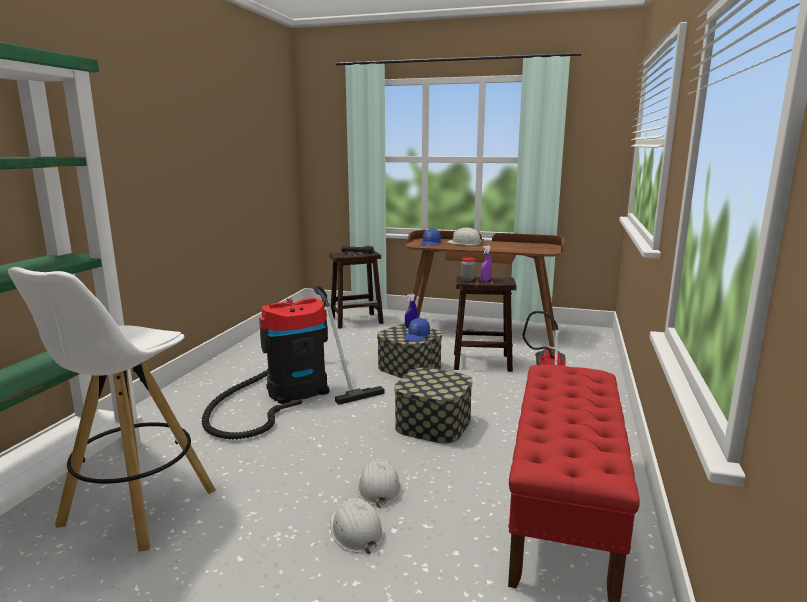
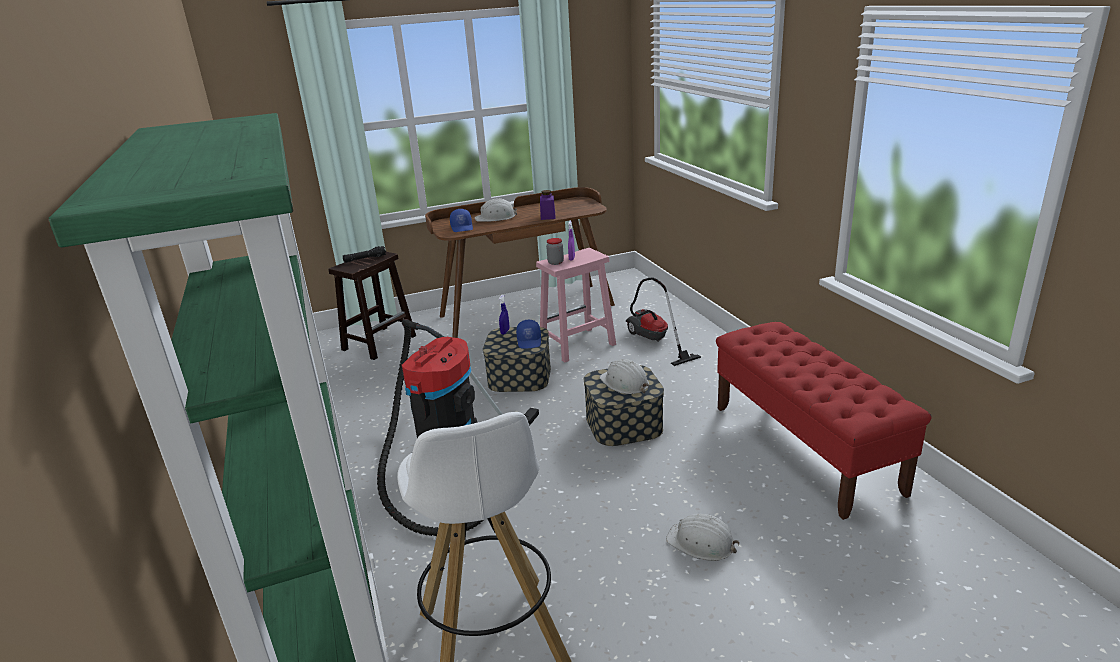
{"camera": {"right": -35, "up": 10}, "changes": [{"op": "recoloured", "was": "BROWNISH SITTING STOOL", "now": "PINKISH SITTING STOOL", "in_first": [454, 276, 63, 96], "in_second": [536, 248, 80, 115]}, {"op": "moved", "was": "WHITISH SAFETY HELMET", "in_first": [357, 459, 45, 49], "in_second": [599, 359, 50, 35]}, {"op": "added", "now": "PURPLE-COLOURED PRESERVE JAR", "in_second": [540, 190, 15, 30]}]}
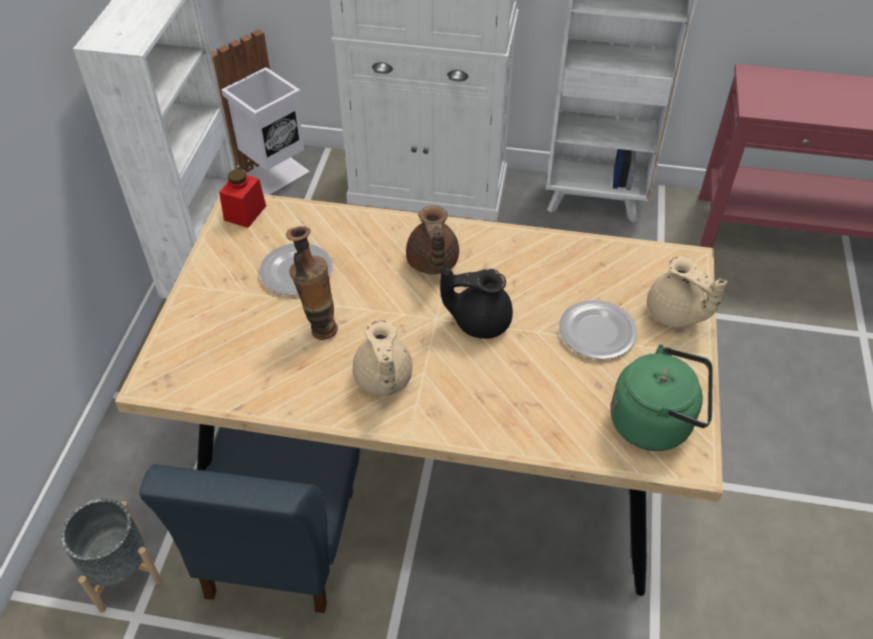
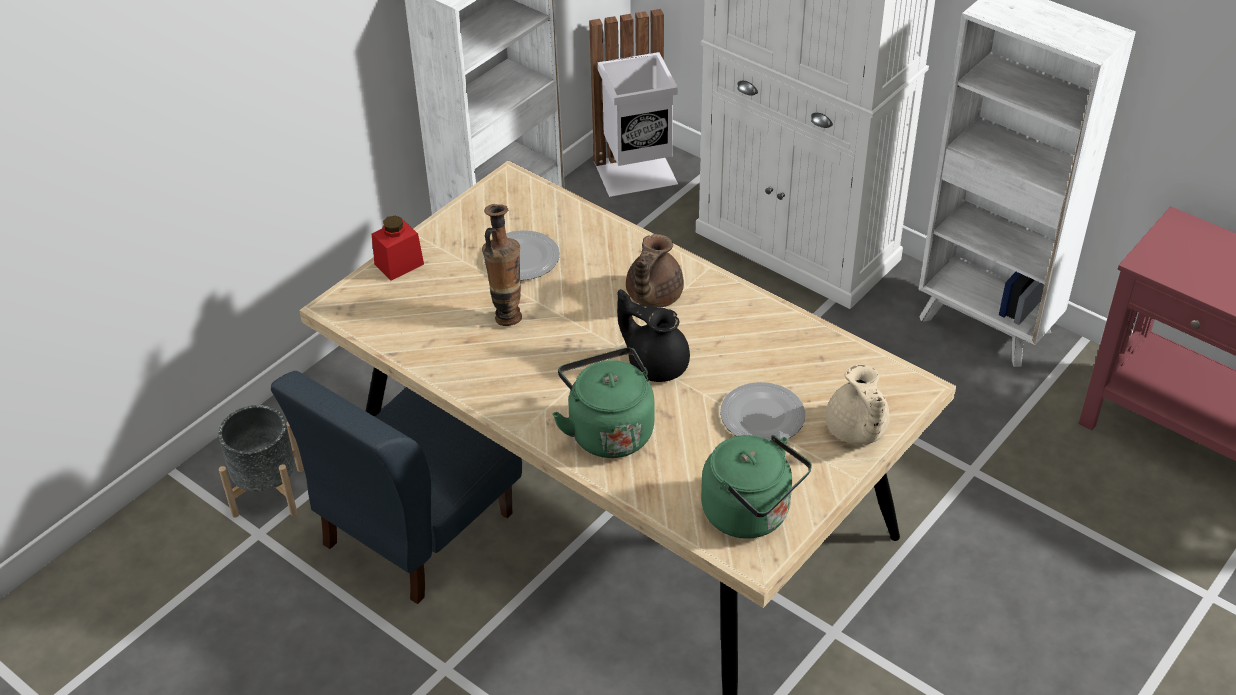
{"camera": {"right": 30, "up": -5}, "changes": [{"op": "moved", "was": "RED PRESERVE JAR", "in_first": [219, 169, 47, 59], "in_second": [372, 216, 52, 64]}, {"op": "removed", "was": "BEIGE TEAPOT", "in_first": [353, 320, 59, 76]}, {"op": "added", "now": "GREEN-COLOURED TEA KETTLE", "in_second": [552, 347, 102, 111]}]}
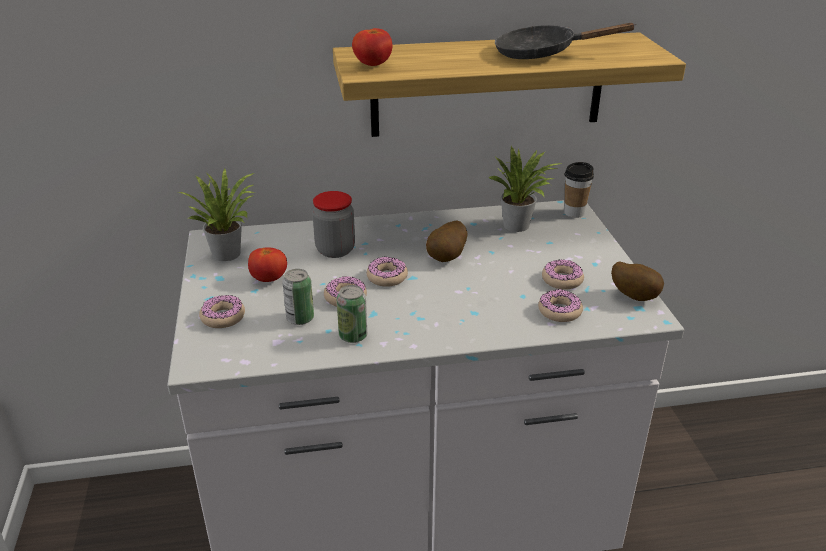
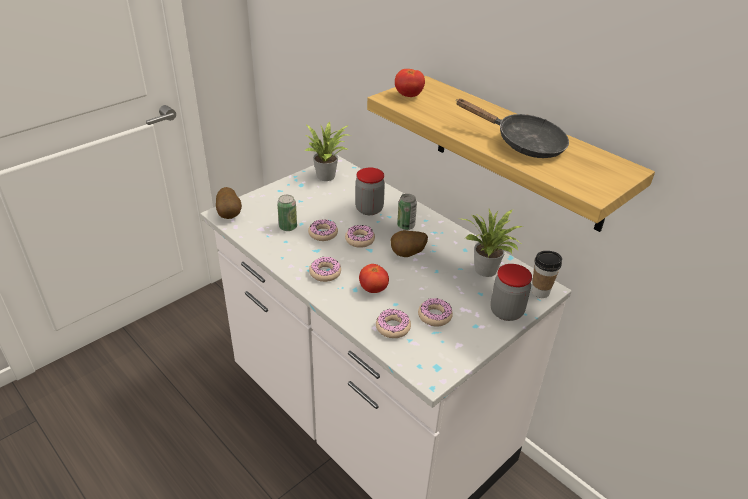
{"camera": {"right": 55, "up": 5}, "changes": [{"op": "turned", "was": "BLACK-COLOURED SKILLET", "in_first": [495, 23, 142, 36], "in_second": [456, 99, 113, 59], "clockwise": 150}, {"op": "moved", "was": "FRESH TOMATO", "in_first": [248, 248, 39, 34], "in_second": [359, 264, 30, 29]}, {"op": "moved", "was": "POTATO", "in_first": [611, 261, 53, 40], "in_second": [216, 187, 26, 32]}, {"op": "moved", "was": "SEALED CAN", "in_first": [337, 285, 30, 58], "in_second": [397, 194, 20, 36]}, {"op": "moved", "was": "DONUT", "in_first": [199, 295, 46, 33], "in_second": [309, 257, 32, 25]}, {"op": "added", "now": "PRESERVE JAR", "in_second": [490, 264, 42, 57]}]}
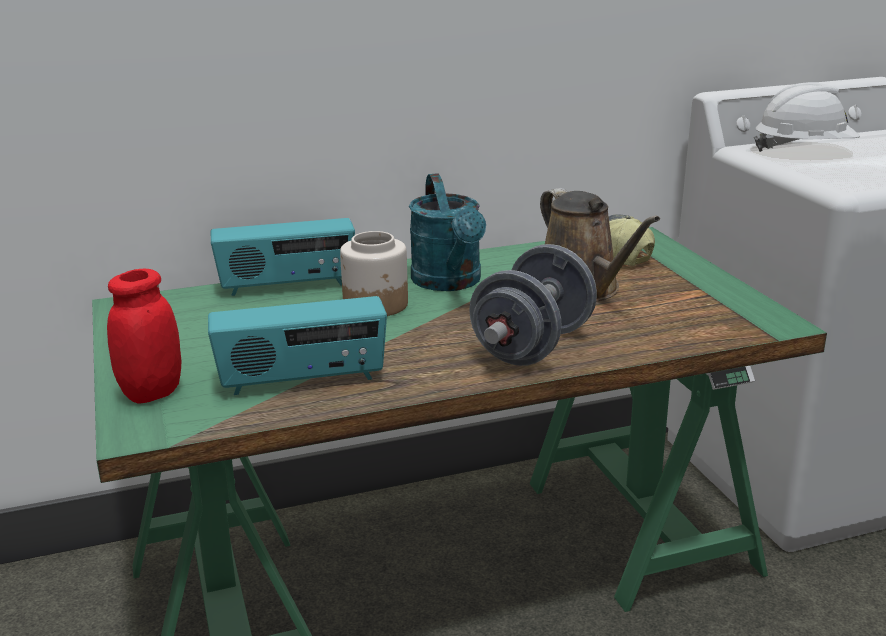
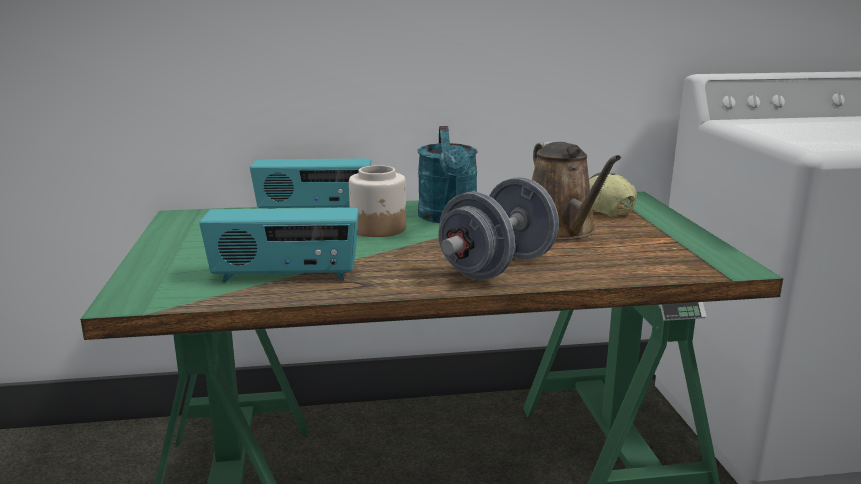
{"camera": {"right": 10, "up": -5}, "changes": [{"op": "removed", "was": "WHITISH SAFETY HELMET", "in_first": [754, 82, 106, 70]}, {"op": "removed", "was": "RED PRESERVE JAR", "in_first": [107, 269, 74, 135]}]}
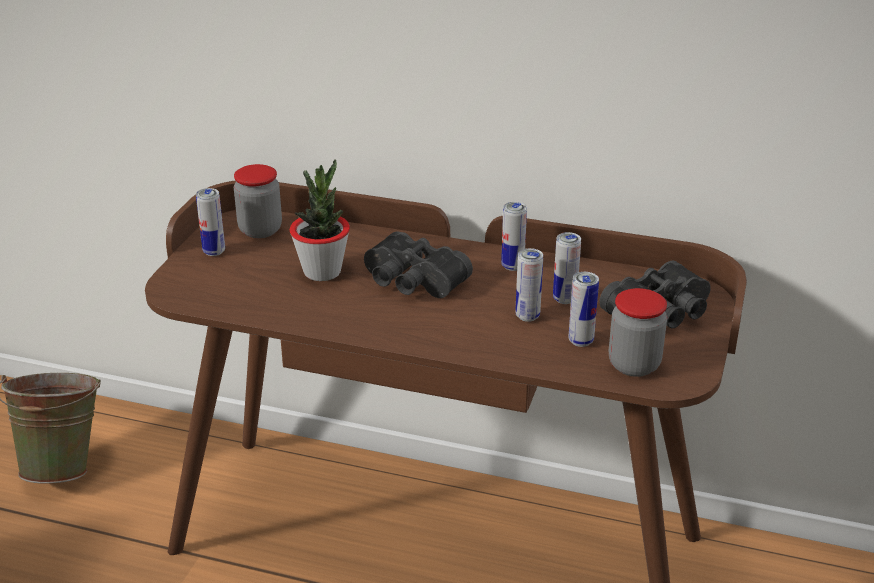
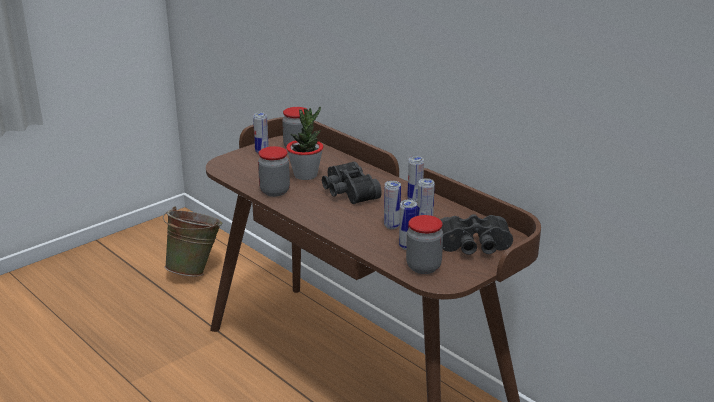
{"camera": {"right": 30, "up": -5}, "changes": [{"op": "added", "now": "PRESERVE JAR", "in_second": [258, 146, 32, 51]}]}
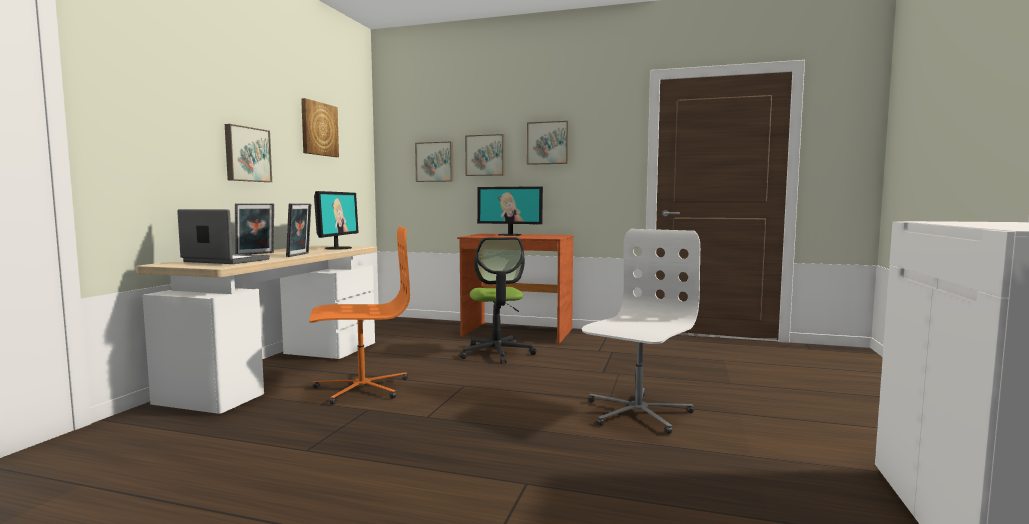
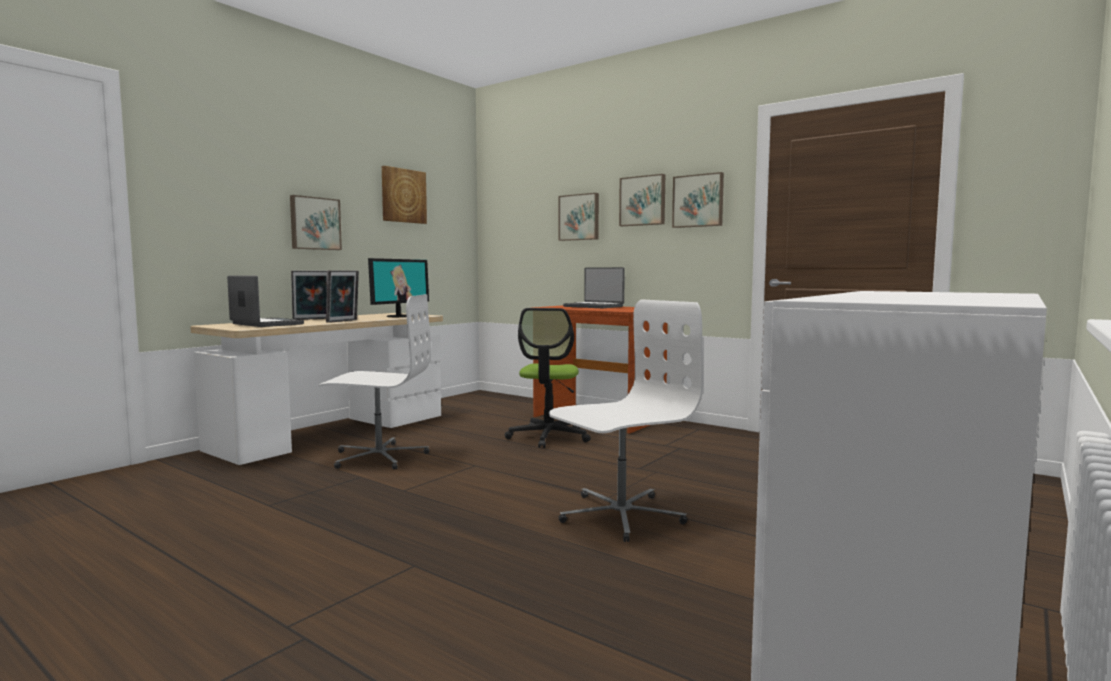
{"camera": {"right": 20, "up": 0}, "changes": [{"op": "moved", "was": "WALL ART", "in_first": [415, 142, 38, 40], "in_second": [672, 172, 52, 56]}, {"op": "replaced", "was": "MONITOR", "now": "NOTEBOOK COMPUTER", "in_first": [477, 186, 66, 50], "in_second": [563, 267, 62, 41]}, {"op": "recoloured", "was": "ORANGE-COLOURED DESK CHAIR", "now": "WHITISH DESK CHAIR", "in_first": [309, 226, 101, 179], "in_second": [319, 294, 112, 176]}]}
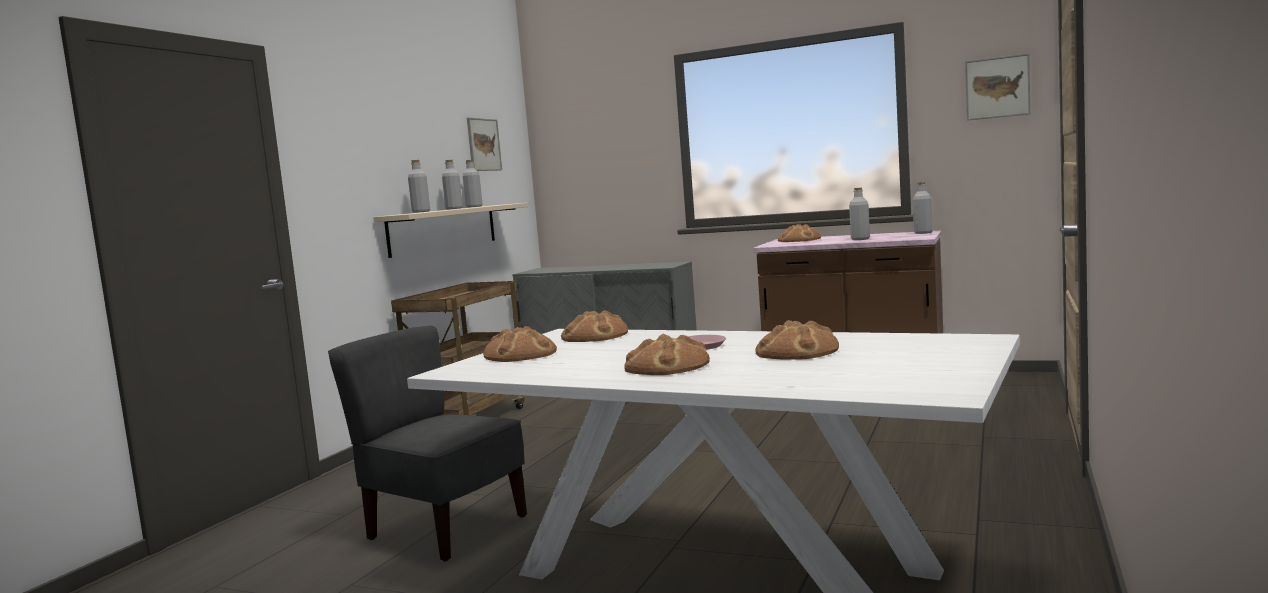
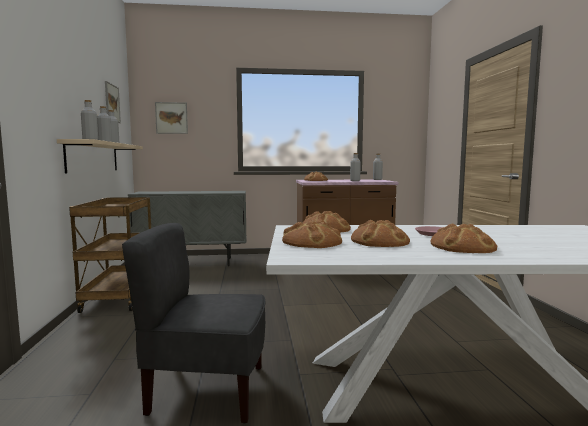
{"camera": {"right": -30, "up": 0}, "changes": [{"op": "moved", "was": "WALL ART", "in_first": [965, 53, 66, 68], "in_second": [155, 102, 33, 32]}, {"op": "moved", "was": "BAKED BREAD", "in_first": [755, 320, 84, 40], "in_second": [351, 220, 59, 27]}]}
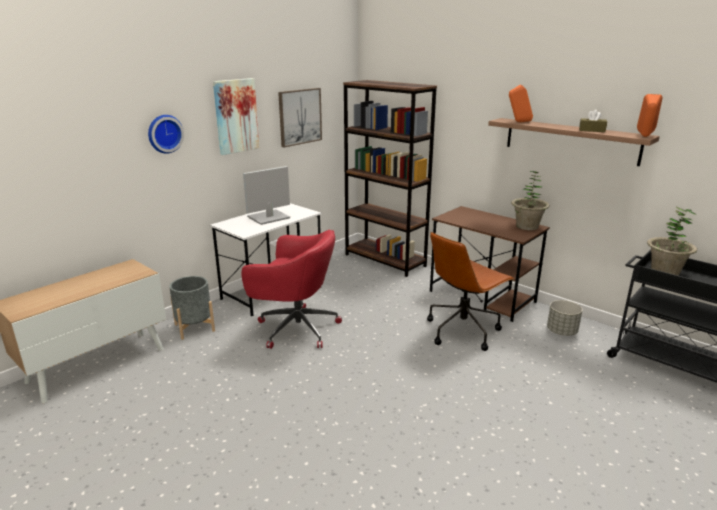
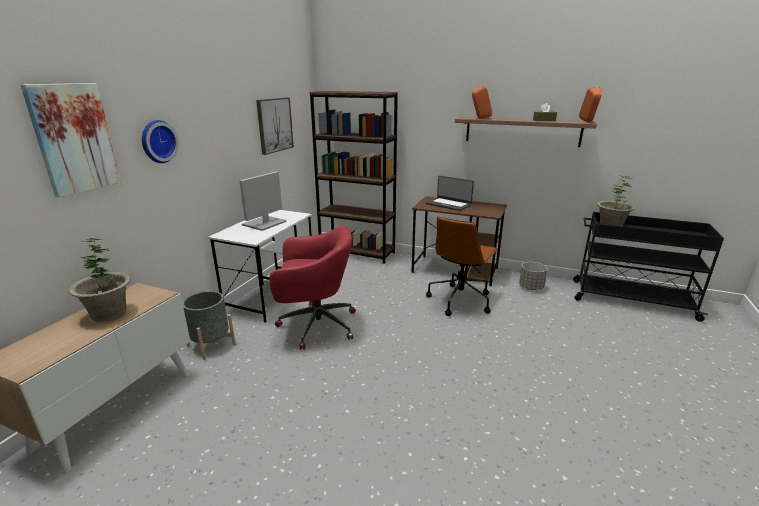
{"camera": {"right": -20, "up": 0}, "changes": [{"op": "moved", "was": "WALL ART", "in_first": [213, 78, 46, 77], "in_second": [20, 83, 101, 115]}, {"op": "moved", "was": "PLANT IN A POT", "in_first": [511, 171, 39, 59], "in_second": [69, 238, 62, 84]}, {"op": "added", "now": "NOTEBOOK COMPUTER", "in_second": [425, 176, 49, 35]}]}
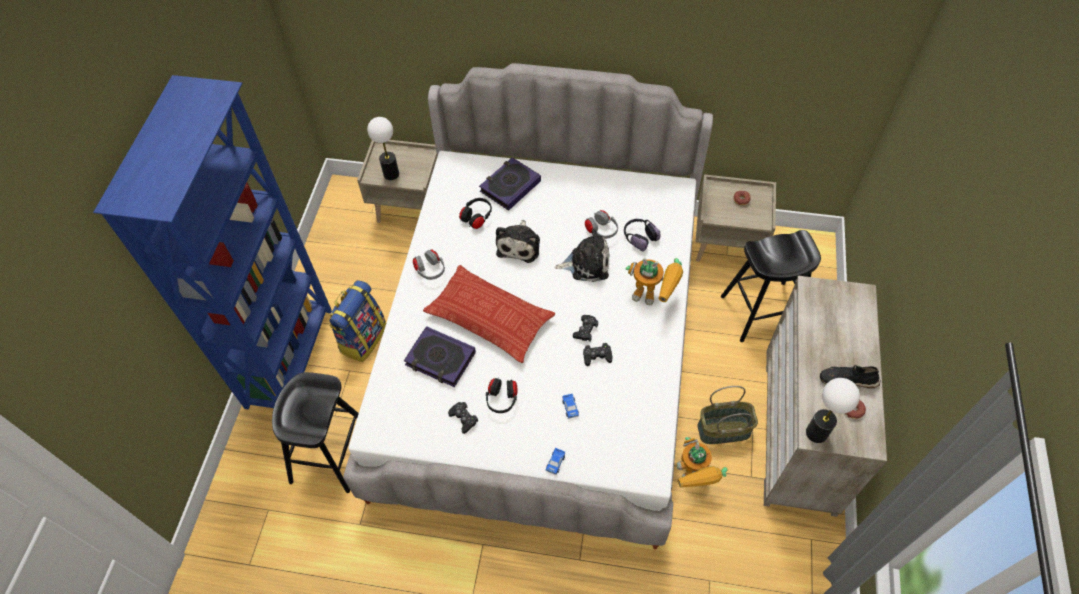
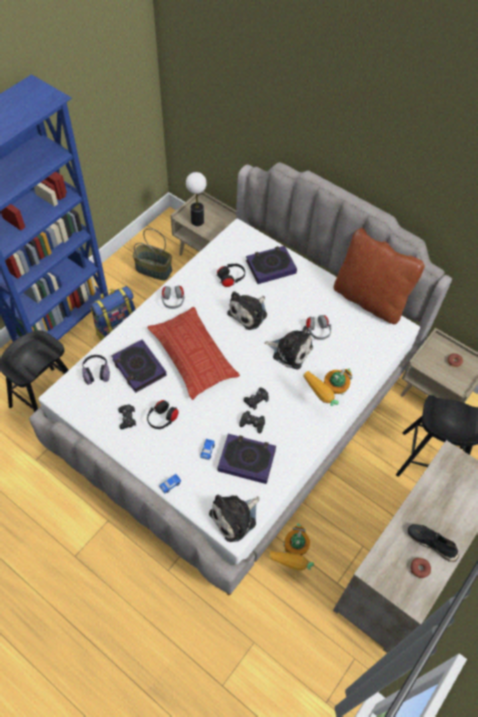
{"camera": {"right": 25, "up": 0}, "changes": [{"op": "moved", "was": "HEADSET", "in_first": [624, 219, 37, 33], "in_second": [82, 355, 28, 30]}, {"op": "turned", "was": "MODEL ROBOT", "in_first": [625, 258, 58, 47], "in_second": [303, 369, 50, 37], "clockwise": 90}, {"op": "removed", "was": "TABLE LAMP", "in_first": [806, 378, 54, 65]}, {"op": "moved", "was": "BASKET", "in_first": [698, 386, 60, 58], "in_second": [132, 228, 40, 52]}, {"op": "added", "now": "BROWNISH PILLOW", "in_second": [334, 228, 91, 96]}, {"op": "added", "now": "VOLUME", "in_second": [218, 434, 58, 50]}, {"op": "added", "now": "PLUSH TOY", "in_second": [209, 495, 50, 47]}]}
